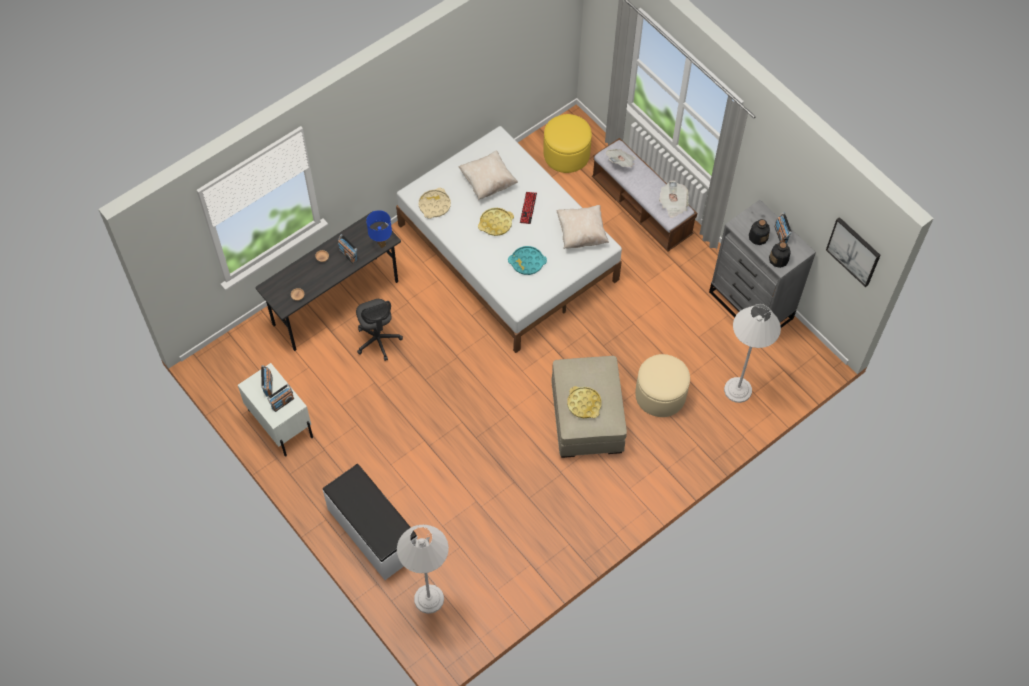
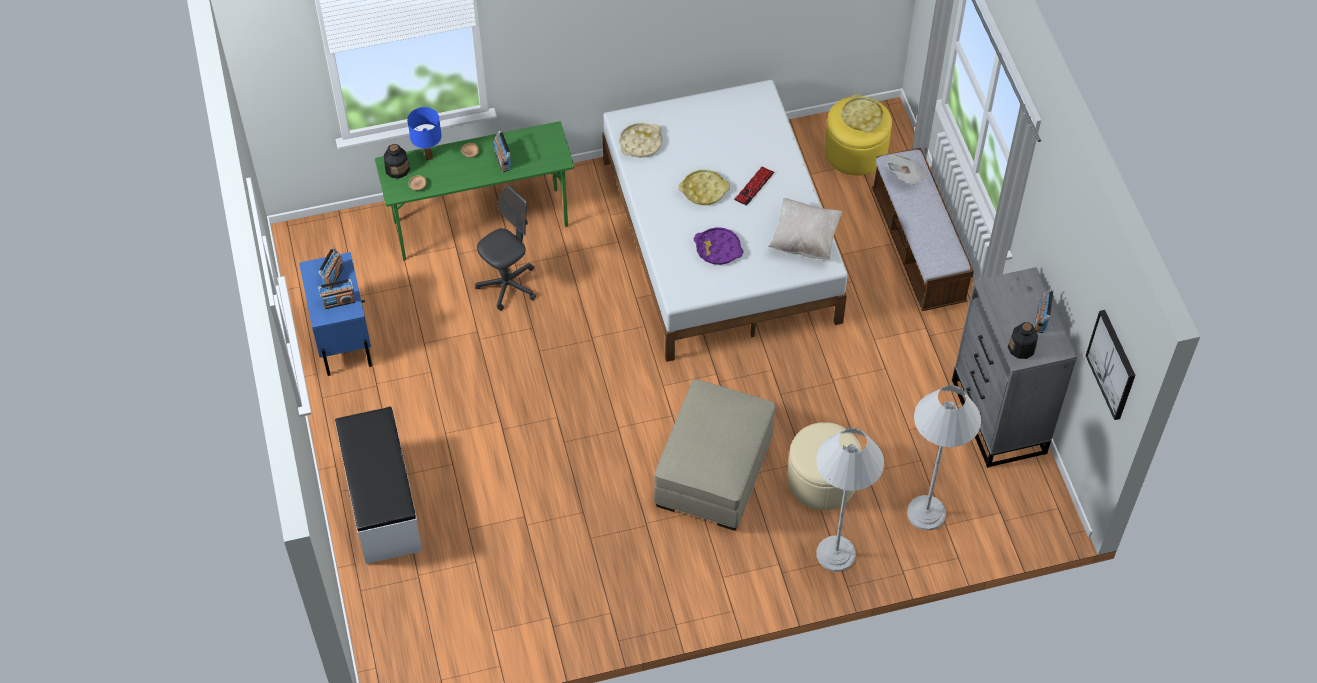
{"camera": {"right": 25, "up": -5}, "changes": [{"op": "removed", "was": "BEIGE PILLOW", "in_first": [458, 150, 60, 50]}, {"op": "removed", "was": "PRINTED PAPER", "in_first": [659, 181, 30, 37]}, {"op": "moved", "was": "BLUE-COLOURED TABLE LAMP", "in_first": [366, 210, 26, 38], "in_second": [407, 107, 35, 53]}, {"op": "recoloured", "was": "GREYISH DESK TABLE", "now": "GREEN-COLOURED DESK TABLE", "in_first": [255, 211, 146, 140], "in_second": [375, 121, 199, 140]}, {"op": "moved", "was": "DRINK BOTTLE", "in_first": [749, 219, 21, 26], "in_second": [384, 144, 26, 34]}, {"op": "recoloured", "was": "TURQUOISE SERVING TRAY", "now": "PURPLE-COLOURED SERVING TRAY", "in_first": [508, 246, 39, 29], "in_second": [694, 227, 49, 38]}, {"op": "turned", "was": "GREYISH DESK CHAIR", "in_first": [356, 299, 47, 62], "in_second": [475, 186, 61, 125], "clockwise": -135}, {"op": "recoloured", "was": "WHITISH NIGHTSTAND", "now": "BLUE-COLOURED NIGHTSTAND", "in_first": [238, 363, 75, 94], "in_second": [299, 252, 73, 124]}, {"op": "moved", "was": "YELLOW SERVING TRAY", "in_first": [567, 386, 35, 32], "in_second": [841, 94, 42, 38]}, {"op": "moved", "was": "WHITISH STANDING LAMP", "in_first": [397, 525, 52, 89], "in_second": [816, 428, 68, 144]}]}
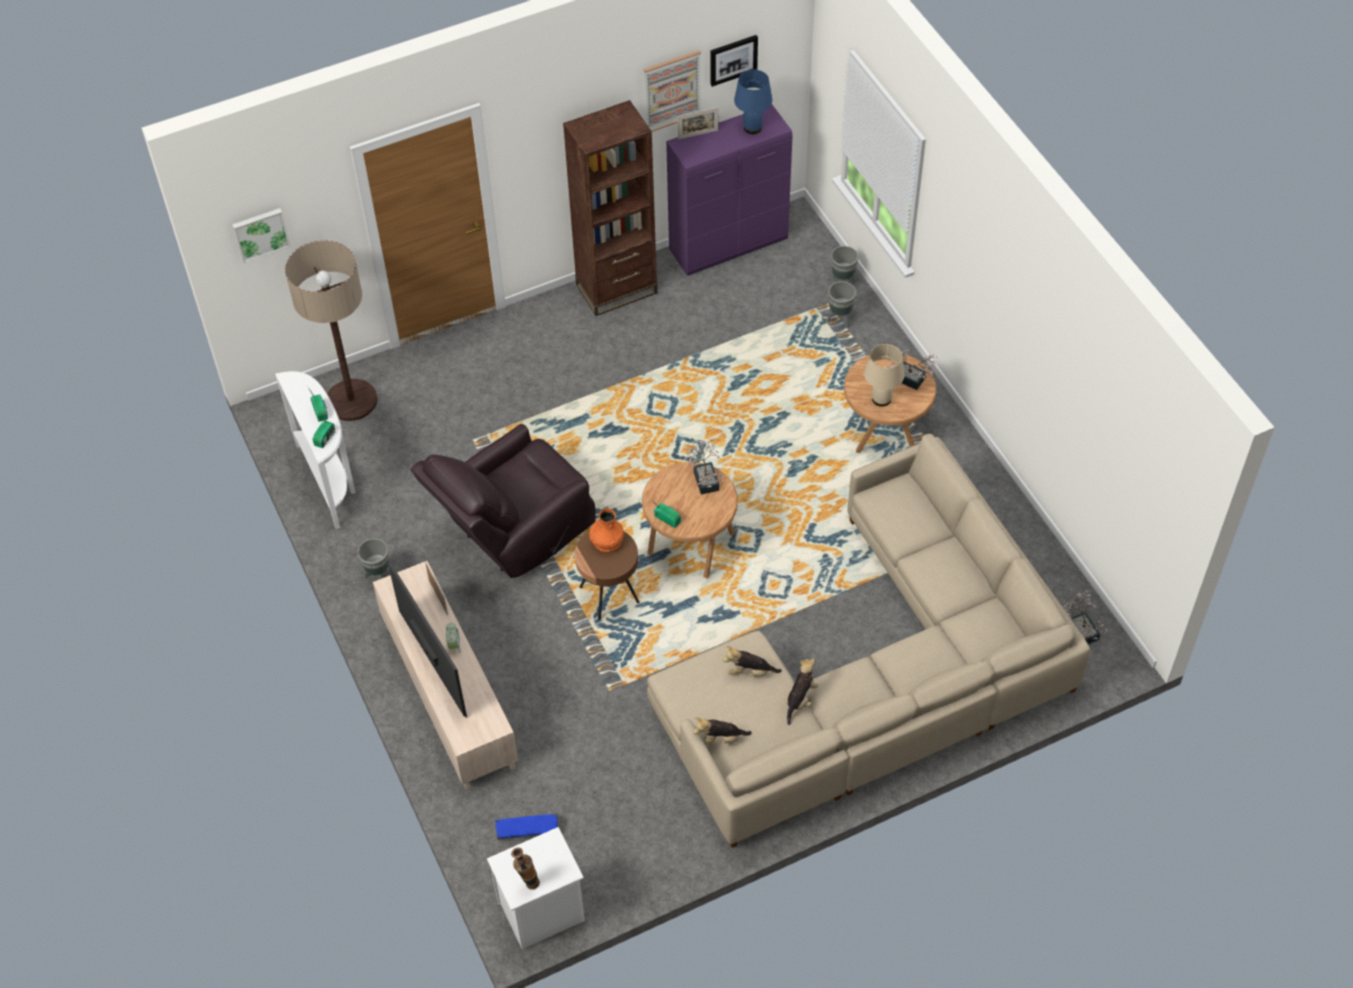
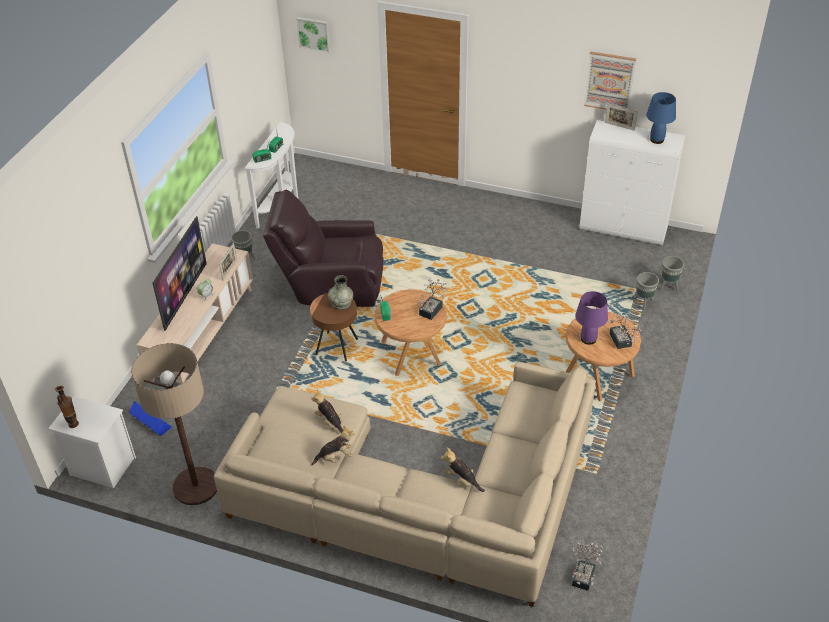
{"camera": {"right": 45, "up": -10}, "changes": [{"op": "removed", "was": "WALL ART", "in_first": [710, 35, 48, 52]}, {"op": "removed", "was": "BROWNISH BOOKCASE", "in_first": [563, 100, 94, 216]}, {"op": "recoloured", "was": "PURPLE-COLOURED STORAGE CABINET", "now": "WHITISH STORAGE CABINET", "in_first": [666, 104, 126, 172], "in_second": [579, 120, 106, 125]}, {"op": "moved", "was": "STANDING LAMP", "in_first": [285, 240, 92, 181], "in_second": [131, 343, 86, 162]}, {"op": "recoloured", "was": "BEIGE TABLE LAMP", "now": "PURPLE-COLOURED TABLE LAMP", "in_first": [864, 344, 40, 63], "in_second": [575, 291, 33, 54]}, {"op": "recoloured", "was": "ORANGE-COLOURED DECORATIVE VASE", "now": "GREYISH DECORATIVE VASE", "in_first": [589, 508, 35, 44], "in_second": [328, 275, 25, 35]}, {"op": "moved", "was": "PLUSH TOY", "in_first": [693, 717, 59, 27], "in_second": [441, 447, 44, 45]}]}
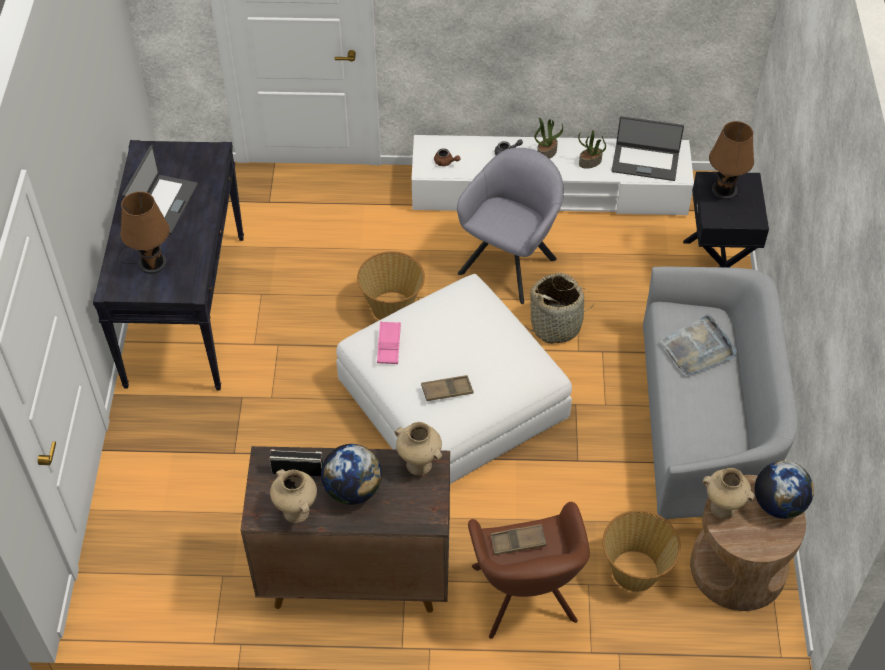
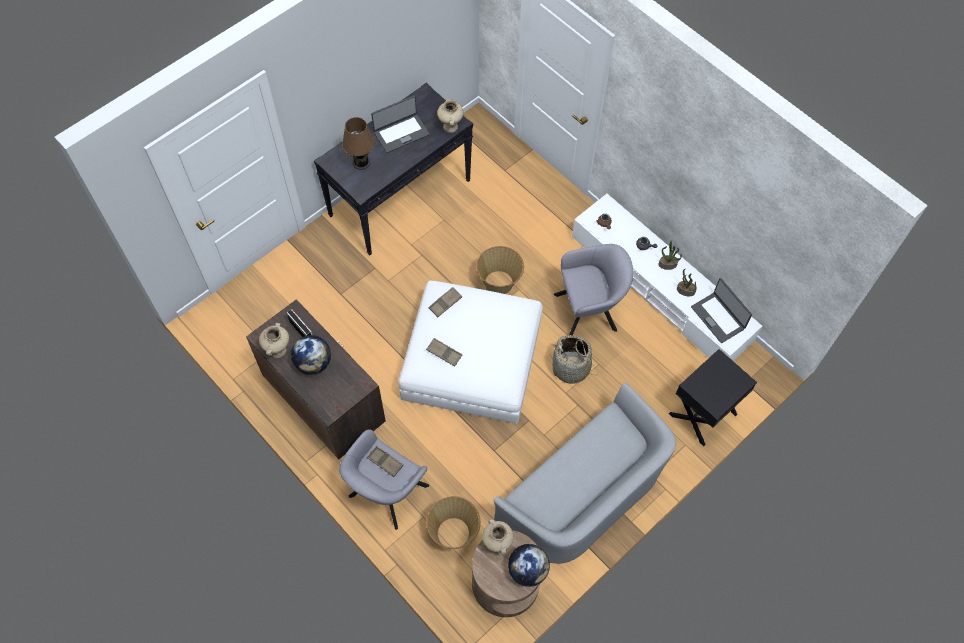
{"camera": {"right": 45, "up": 10}, "changes": [{"op": "removed", "was": "BROWNISH TABLE LAMP", "in_first": [709, 121, 46, 100]}, {"op": "removed", "was": "GREYISH SERVING TRAY", "in_first": [660, 313, 77, 62]}, {"op": "recoloured", "was": "PINKISH SERVING TRAY", "now": "BROWNISH SERVING TRAY", "in_first": [377, 321, 24, 43], "in_second": [428, 287, 34, 30]}, {"op": "moved", "was": "BEIGE DECORATIVE VASE", "in_first": [394, 422, 48, 54], "in_second": [437, 99, 26, 34]}, {"op": "recoloured", "was": "BROWNISH LOUNGE CHAIR", "now": "GREYISH LOUNGE CHAIR", "in_first": [468, 502, 122, 137], "in_second": [339, 429, 90, 101]}]}
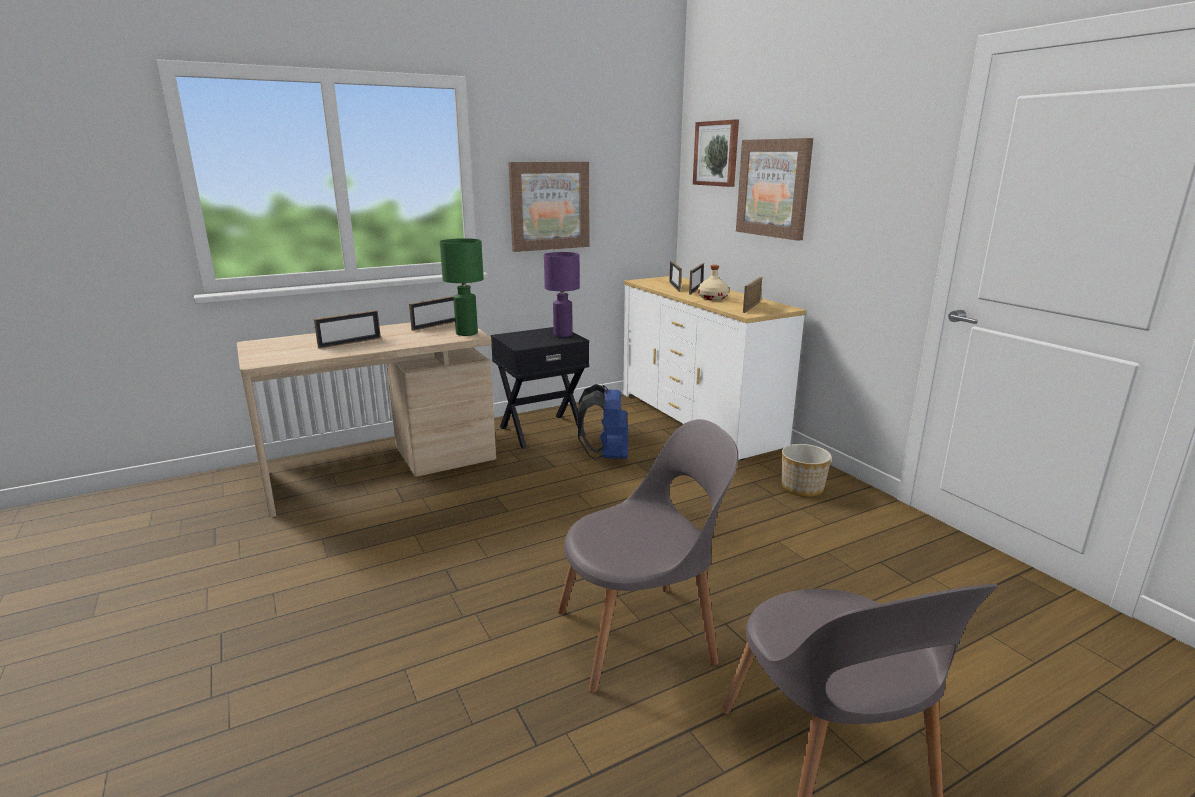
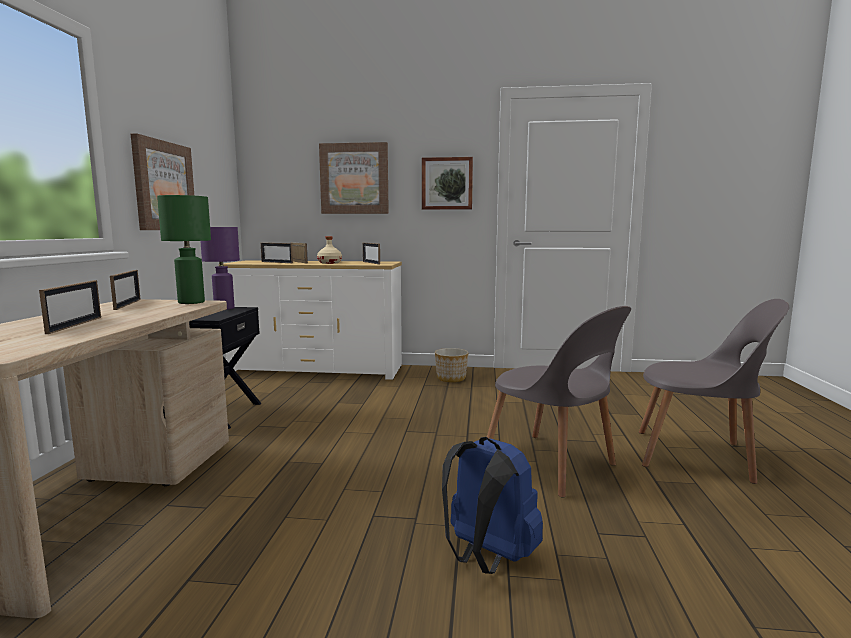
{"camera": {"right": -55, "up": -10}, "changes": [{"op": "moved", "was": "WALL ART", "in_first": [693, 120, 46, 67], "in_second": [422, 157, 51, 53]}, {"op": "moved", "was": "BLUE-COLOURED RUCKSACK", "in_first": [577, 384, 51, 76], "in_second": [442, 437, 101, 137]}, {"op": "turned", "was": "GREYISH UPRIGHT CHAIR", "in_first": [558, 419, 181, 274], "in_second": [487, 306, 144, 192], "clockwise": 120}]}
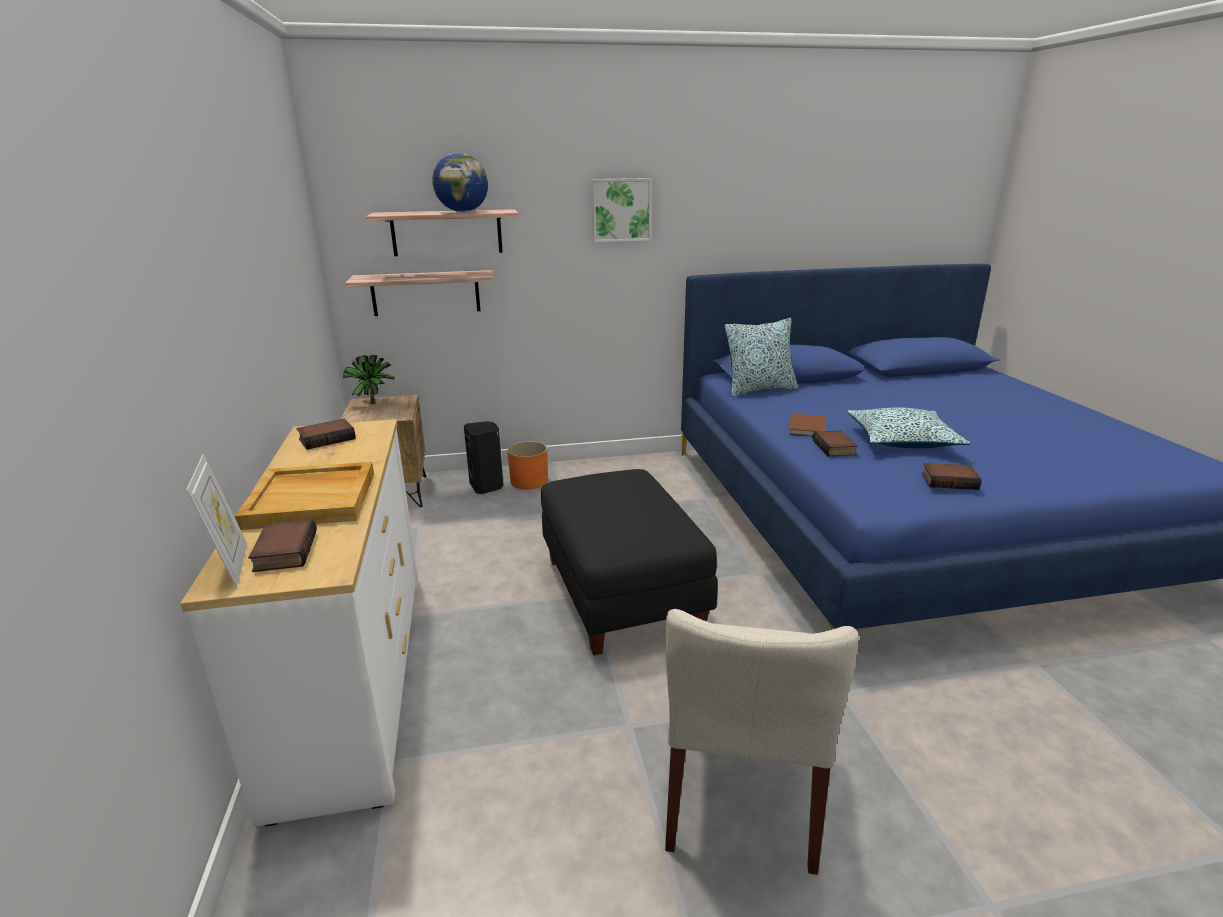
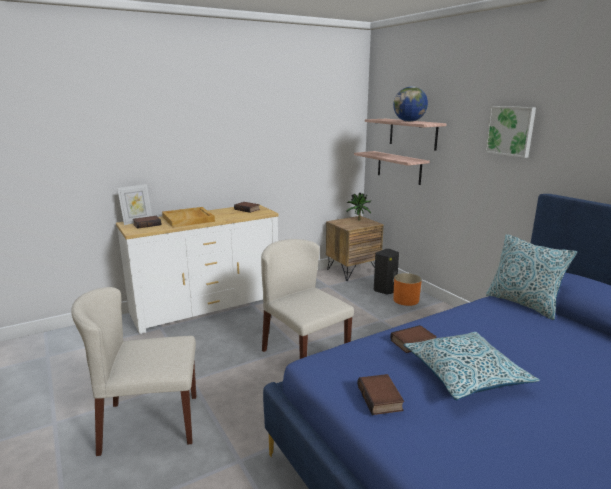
{"camera": {"right": 70, "up": -5}, "changes": [{"op": "removed", "was": "BROWNISH VOLUME", "in_first": [789, 414, 37, 22]}, {"op": "replaced", "was": "BLACK-COLOURED POUFFE", "now": "BEIGE UPRIGHT CHAIR", "in_first": [541, 469, 177, 187], "in_second": [261, 239, 93, 120]}]}
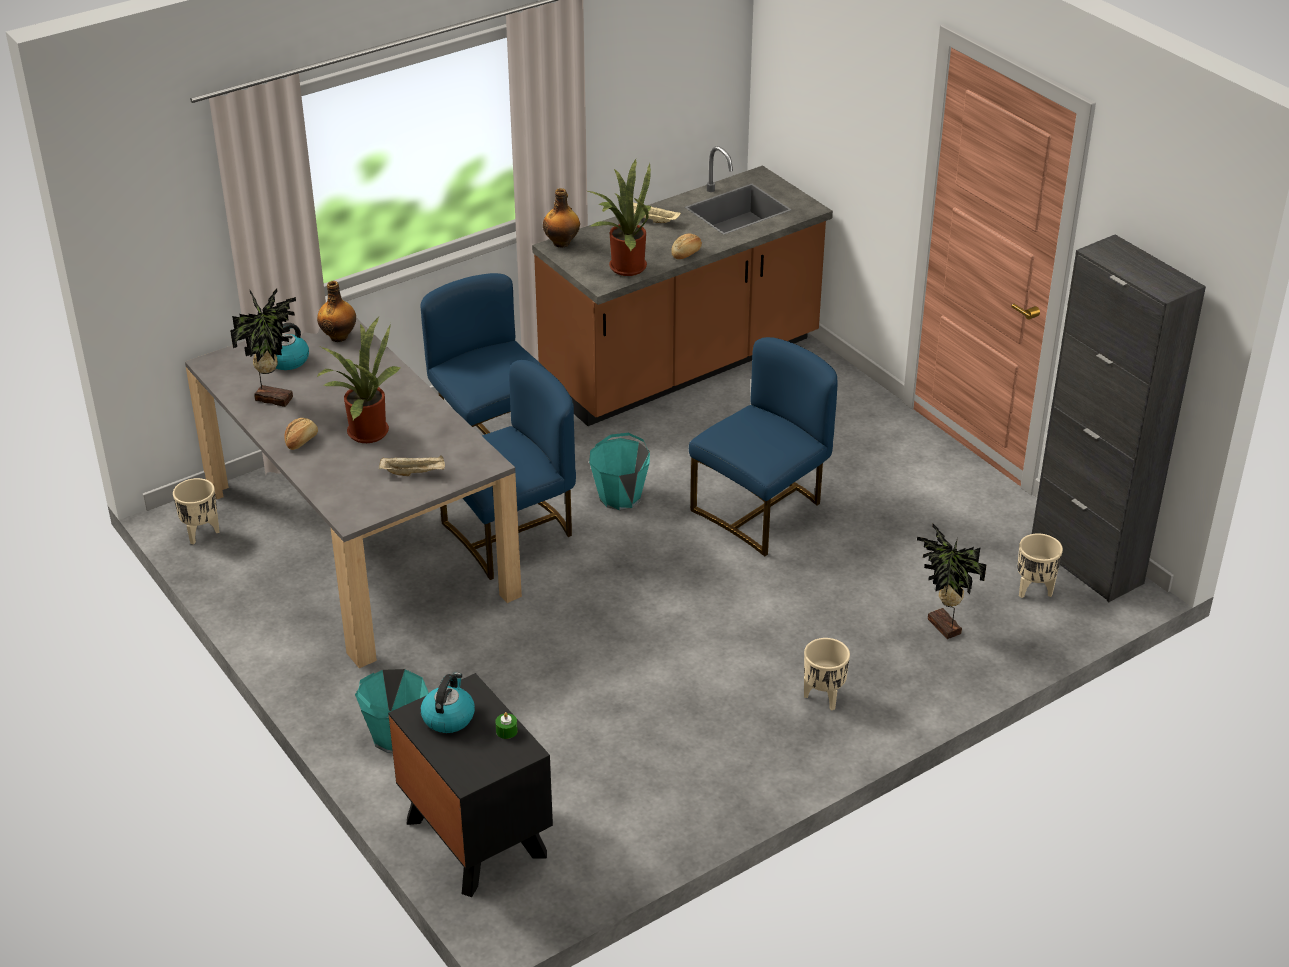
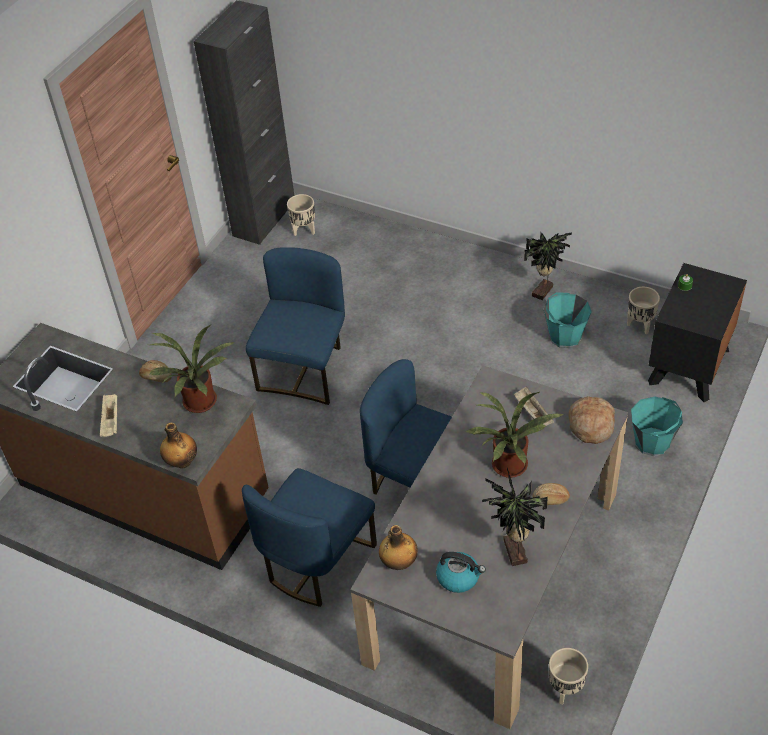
{"camera": {"right": -115, "up": 10}, "changes": [{"op": "turned", "was": "BLUE-COLOURED UPRIGHT CHAIR", "in_first": [689, 337, 149, 219], "in_second": [246, 247, 99, 158], "clockwise": 90}, {"op": "moved", "was": "TURQUOISE BUCKET", "in_first": [589, 433, 61, 77], "in_second": [543, 292, 49, 56]}, {"op": "moved", "was": "PLANT IN A POT", "in_first": [917, 524, 70, 115], "in_second": [524, 232, 48, 68]}, {"op": "moved", "was": "BEIGE PLANT POT", "in_first": [804, 638, 46, 73], "in_second": [627, 287, 33, 47]}, {"op": "removed", "was": "TEA KETTLE", "in_first": [421, 672, 54, 61]}, {"op": "added", "now": "BAKED BREAD", "in_second": [569, 396, 46, 48]}]}
